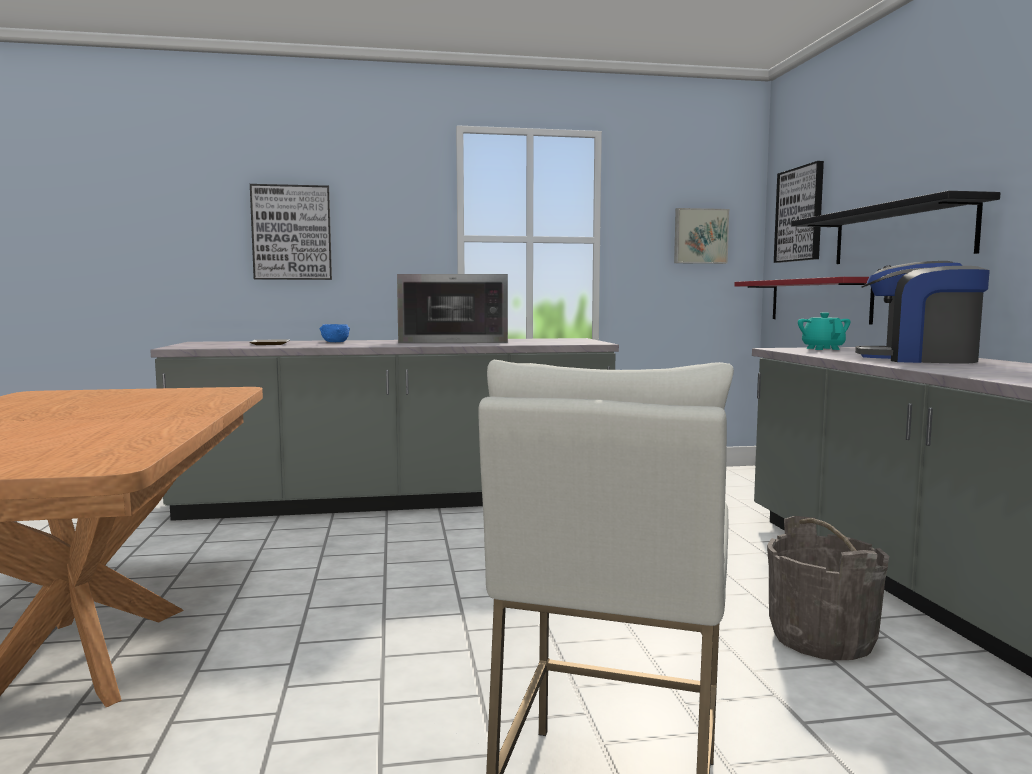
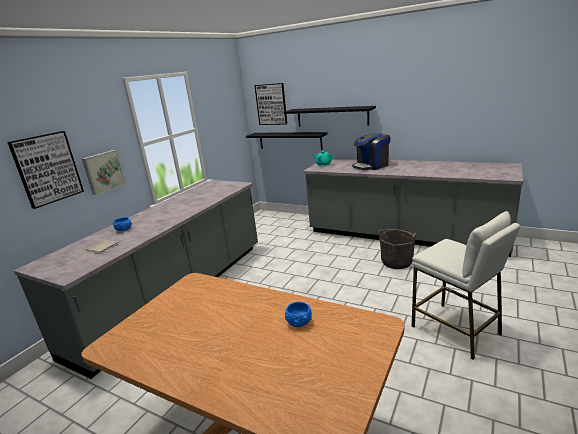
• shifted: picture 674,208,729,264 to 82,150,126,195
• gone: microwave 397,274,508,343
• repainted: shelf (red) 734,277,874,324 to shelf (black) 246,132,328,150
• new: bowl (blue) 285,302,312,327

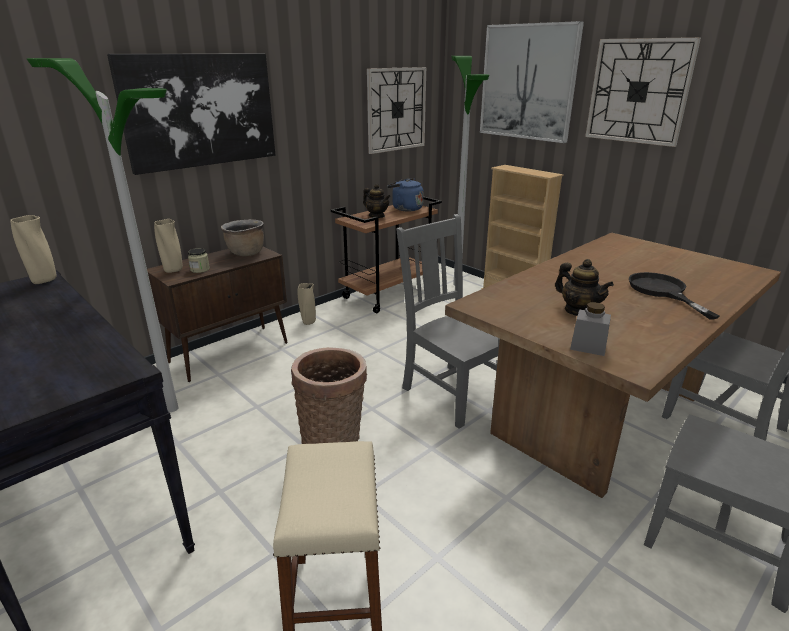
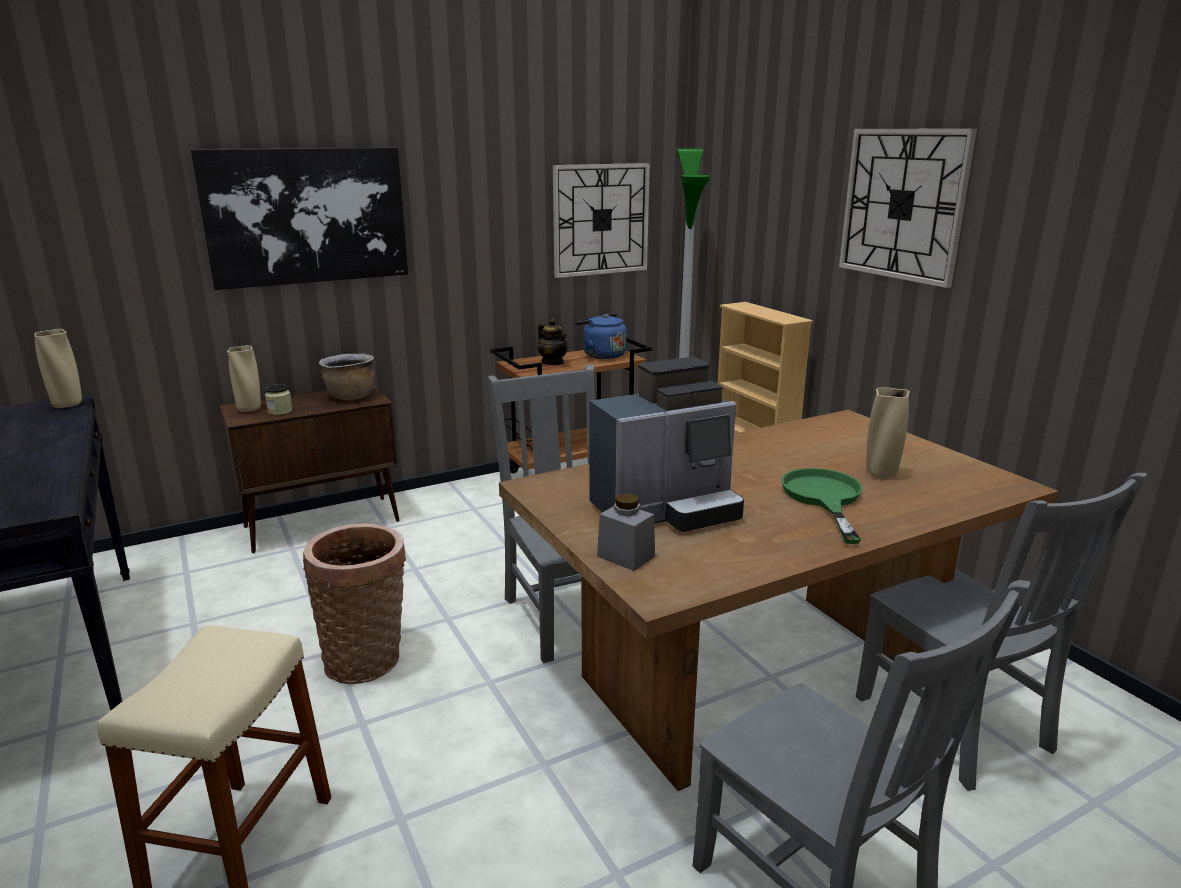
• gone: picture 480,21,584,143
• gone: floor lamp 27,58,178,412
• swapped: teapot 555,259,614,316 to coffee machine 589,357,744,532
• repainted: frying pan (black) 629,272,719,320 to frying pan (green) 781,468,863,544
• shifted: vase (beige) 298,283,316,325 to 866,387,910,479

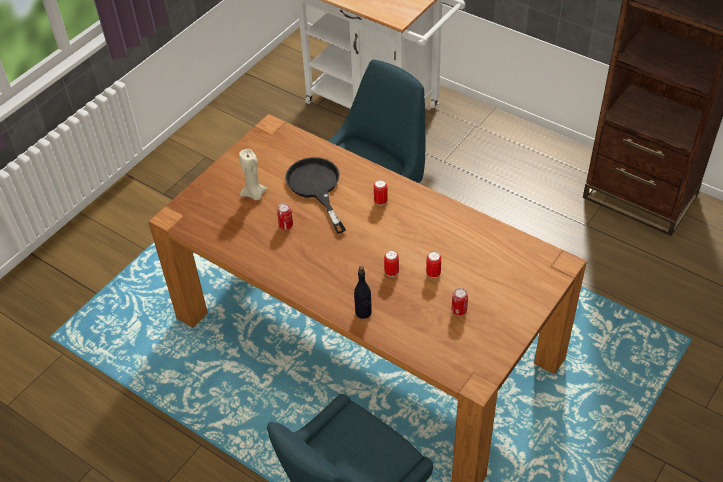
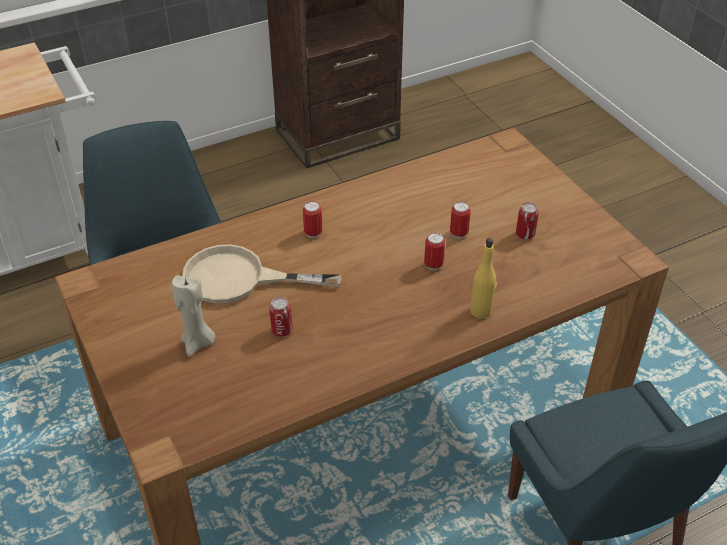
• repainted: frying pan (black) 285,157,346,234 to frying pan (beige) 182,244,341,303
• repainted: bottle (black) 354,266,372,319 to bottle (yellow) 470,238,497,319

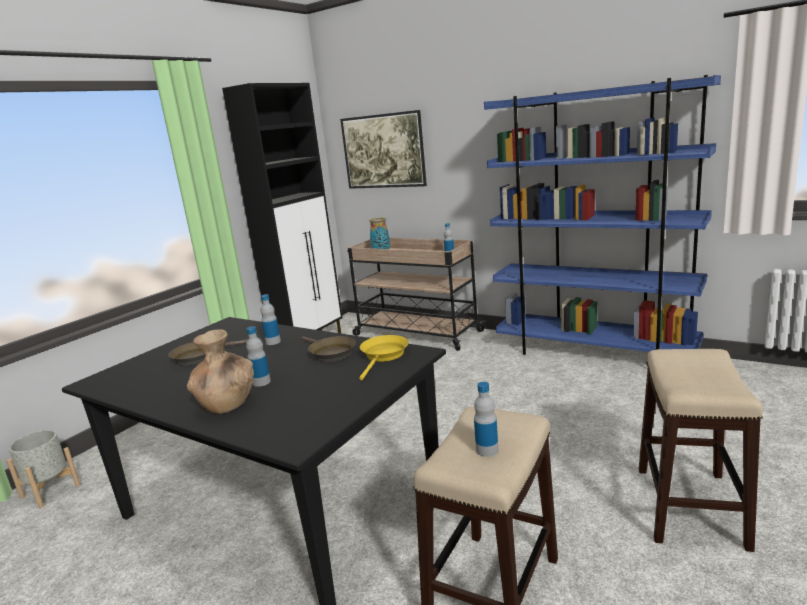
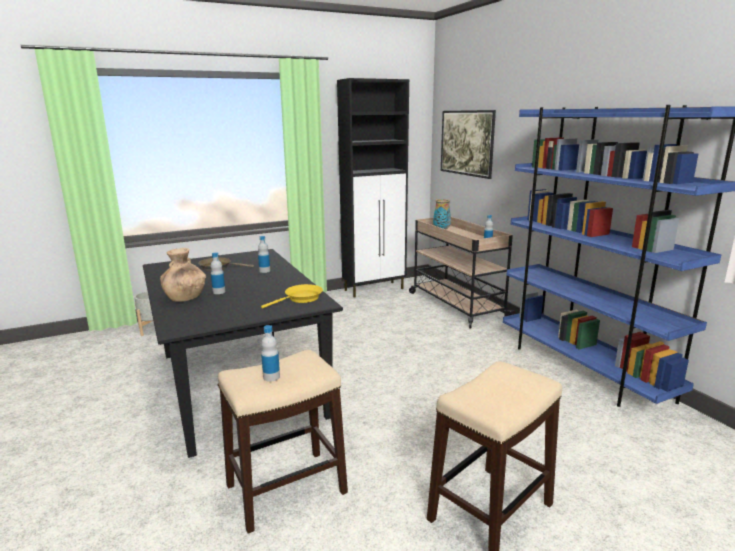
• gone: frying pan (brown) 302,336,356,362

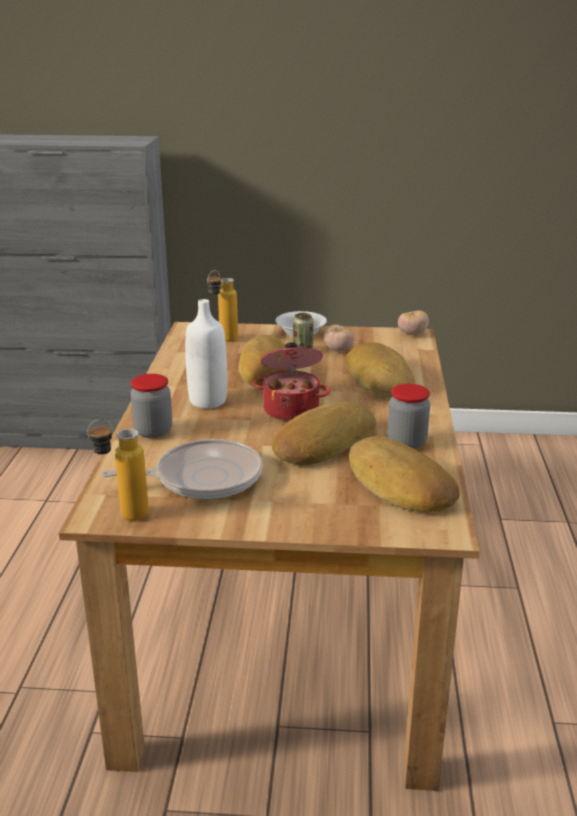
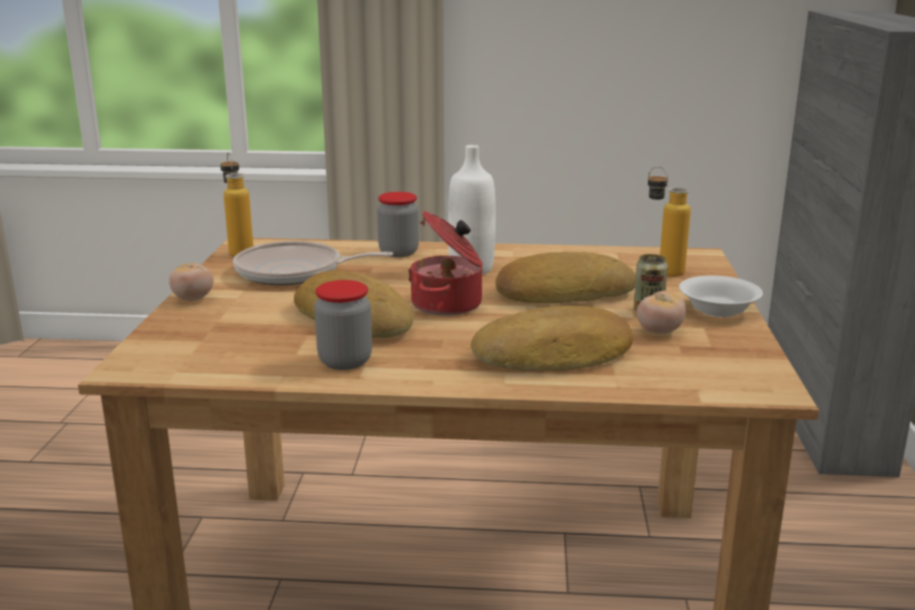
• shifted: tomato 398,310,429,335 to 169,263,214,301
• gone: bread 349,436,460,513
• rotated: frying pan 101,439,262,499 = 233,241,393,285 105 degrees clockwise

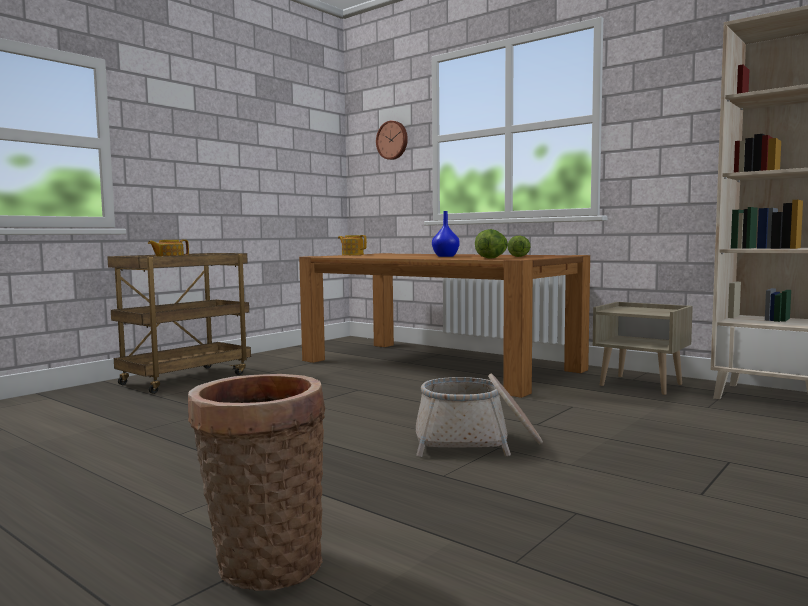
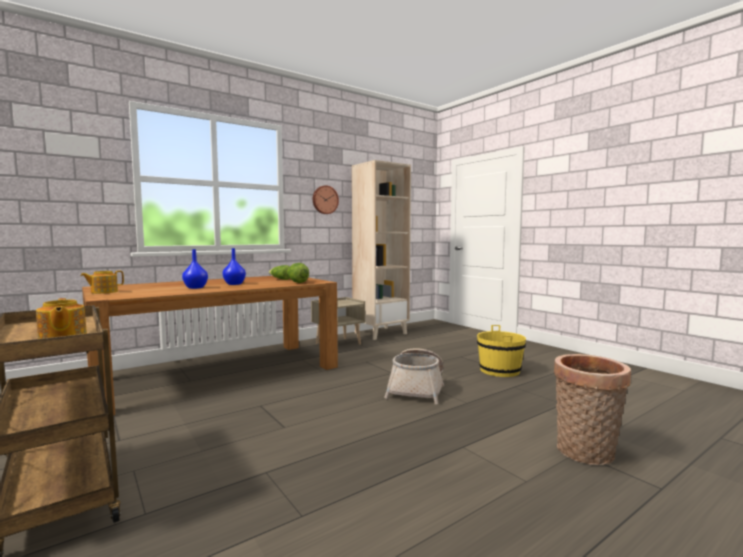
• shifted: wall clock 376,121,408,160 to 313,185,339,214
• new: vase (blue) 182,249,208,289
• new: bucket (yellow) 477,325,526,377

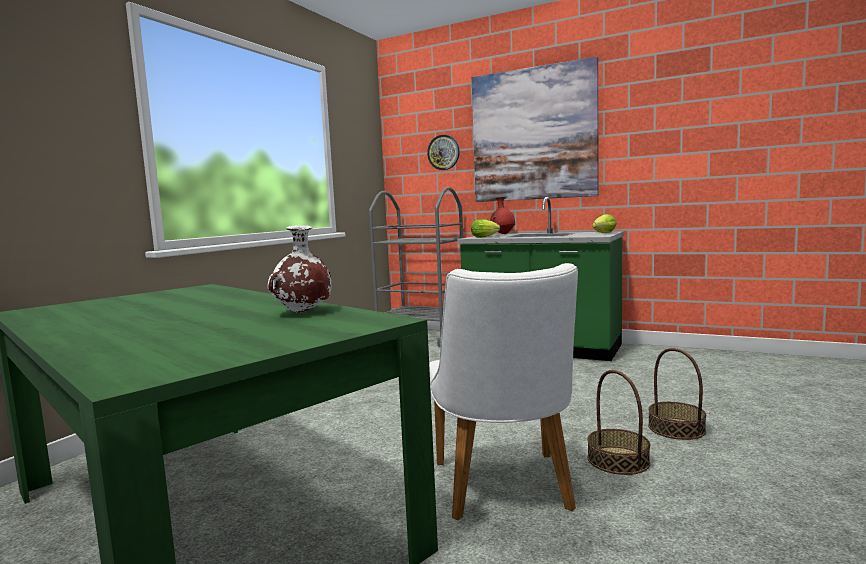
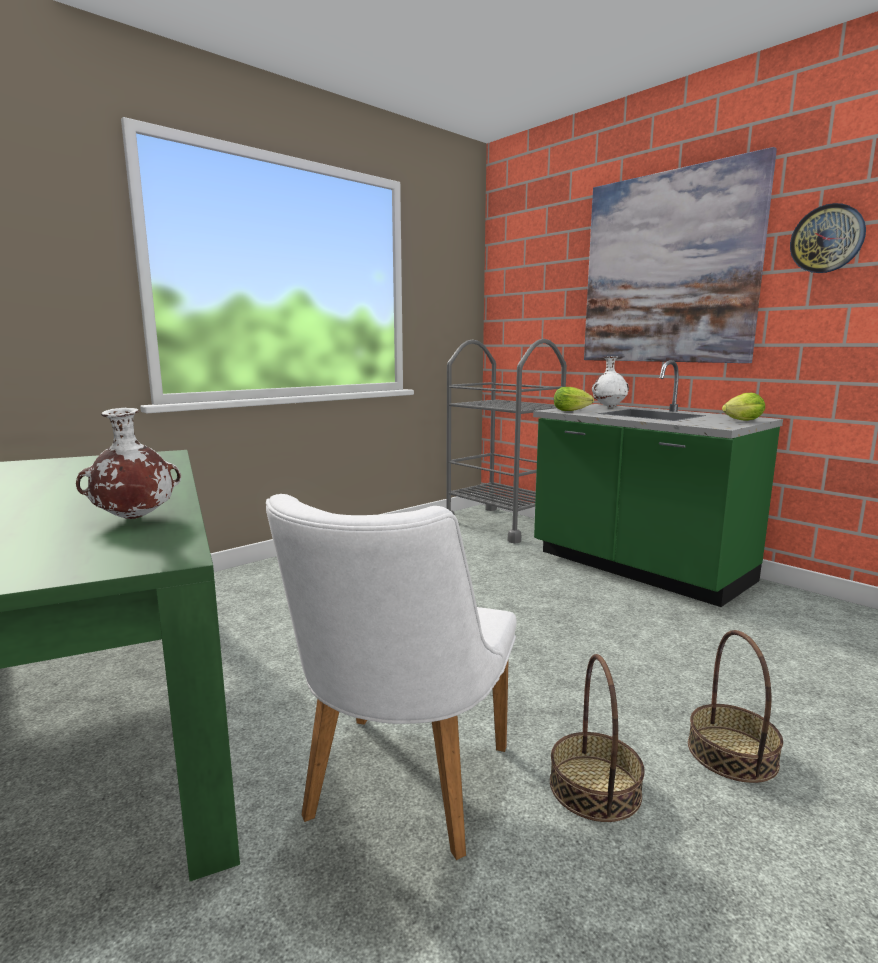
• shifted: wall clock 427,135,460,170 to 790,203,866,273
• repainted: vase (red) 490,197,515,234 to vase (white) 592,356,629,407

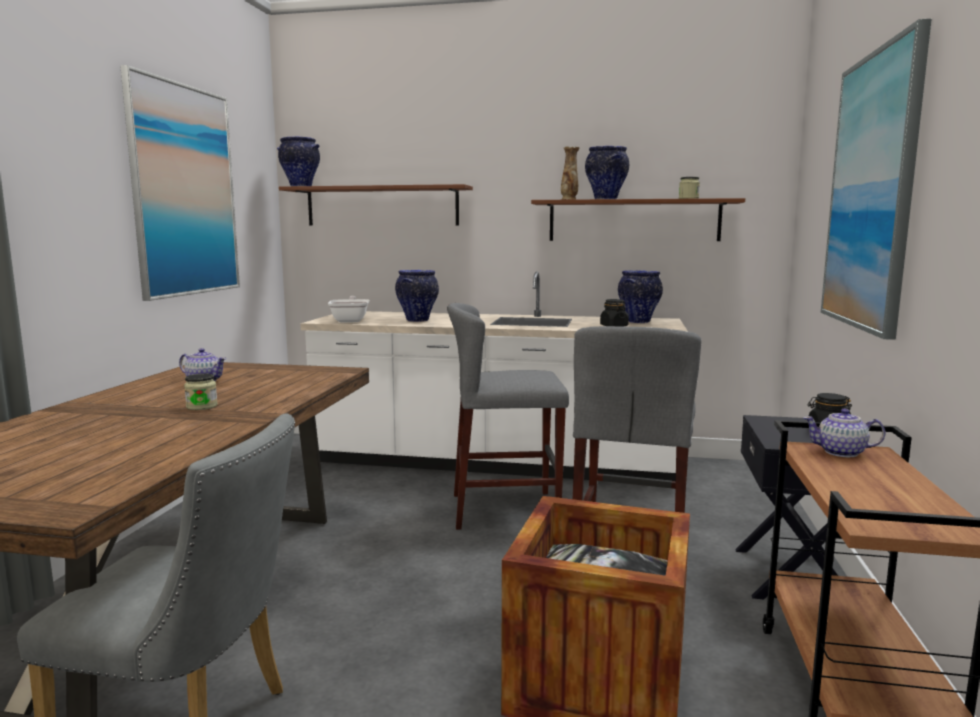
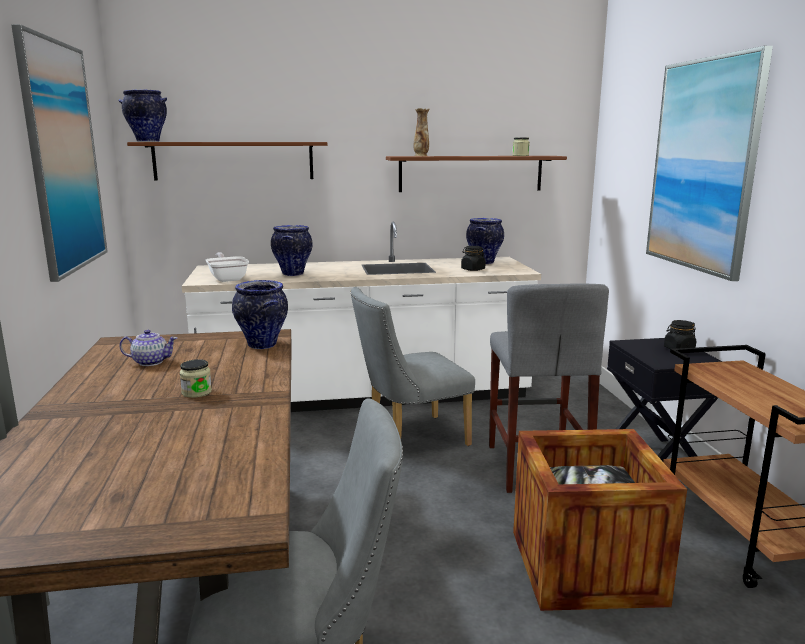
• shifted: vase 585,146,629,199 to 232,280,288,349
• swapped: stool (grey) 447,303,569,530 to chair (grey) 351,287,475,446
• gone: teapot 803,409,886,457

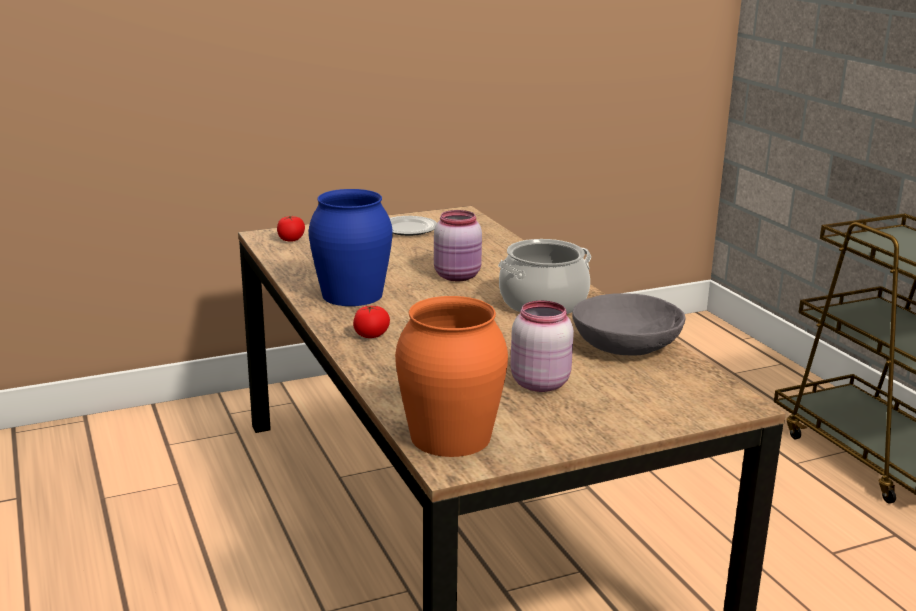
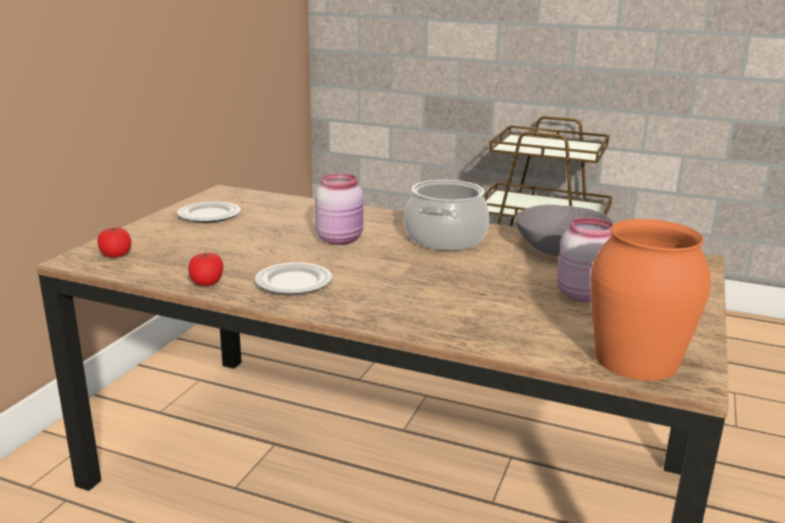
• swapped: vase (blue) 309,189,393,306 to plate 255,262,333,294
• shifted: tomato 353,305,390,338 to 188,252,223,286

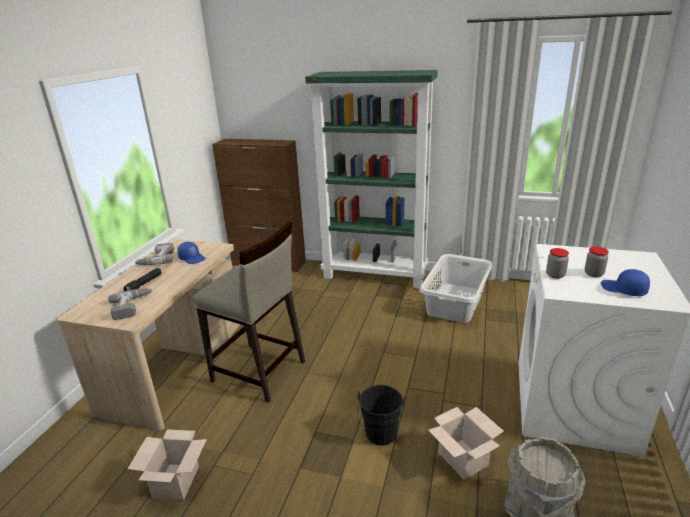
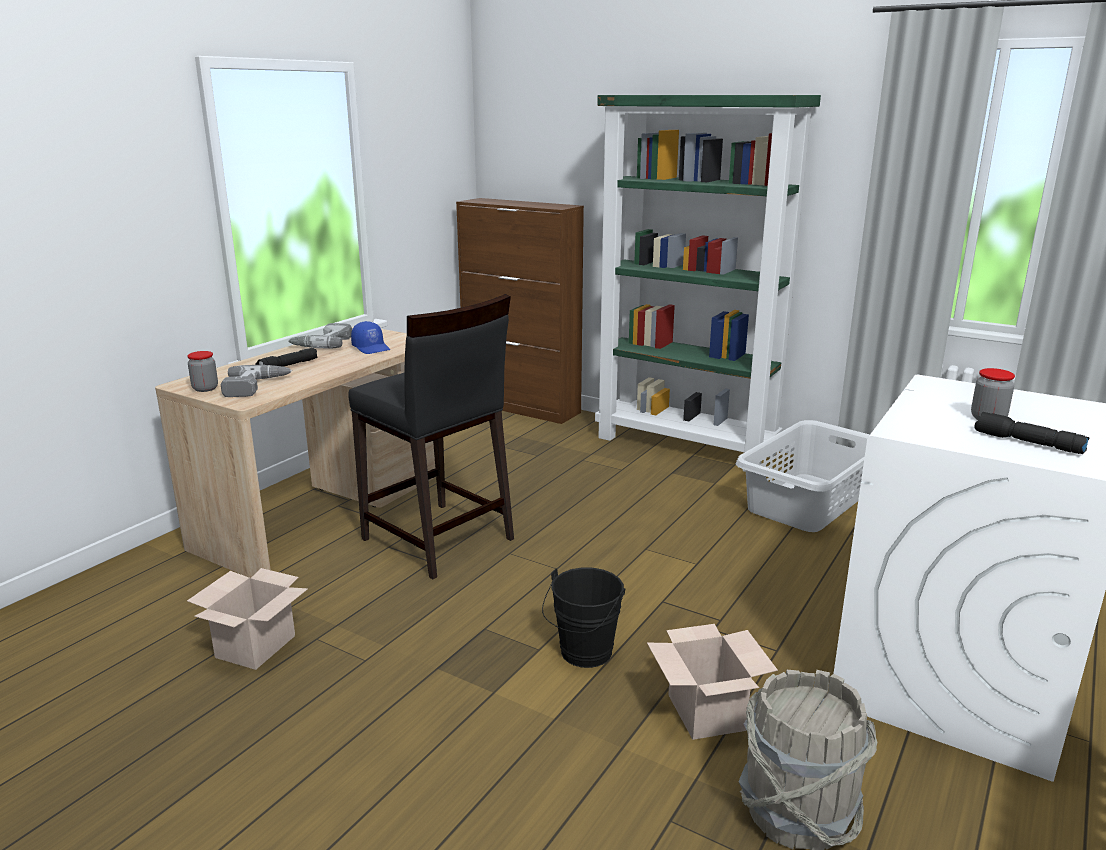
• repainted: stool (beige) 193,222,305,403 to stool (black) 348,294,514,579
• shifted: jar 546,248,569,279 to 187,351,218,392
• swapped: cap (blue) 601,269,650,296 to flashlight (black) 974,412,1089,454

